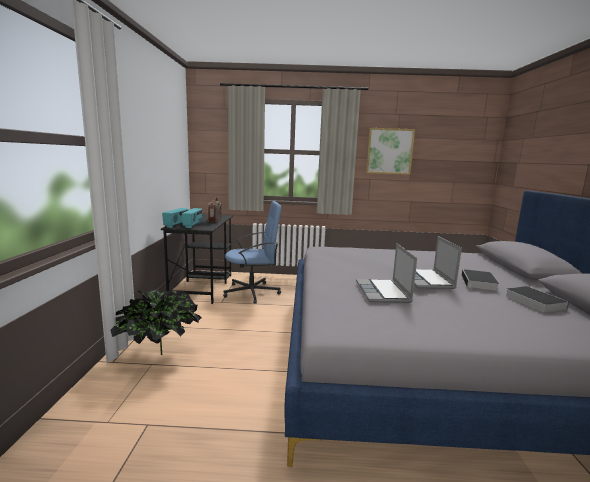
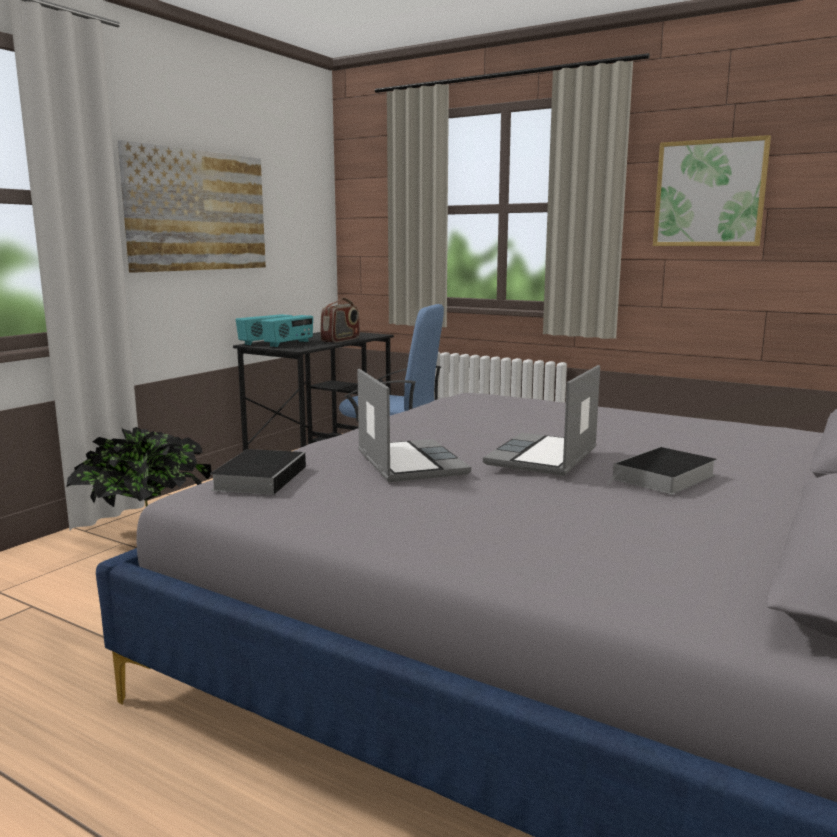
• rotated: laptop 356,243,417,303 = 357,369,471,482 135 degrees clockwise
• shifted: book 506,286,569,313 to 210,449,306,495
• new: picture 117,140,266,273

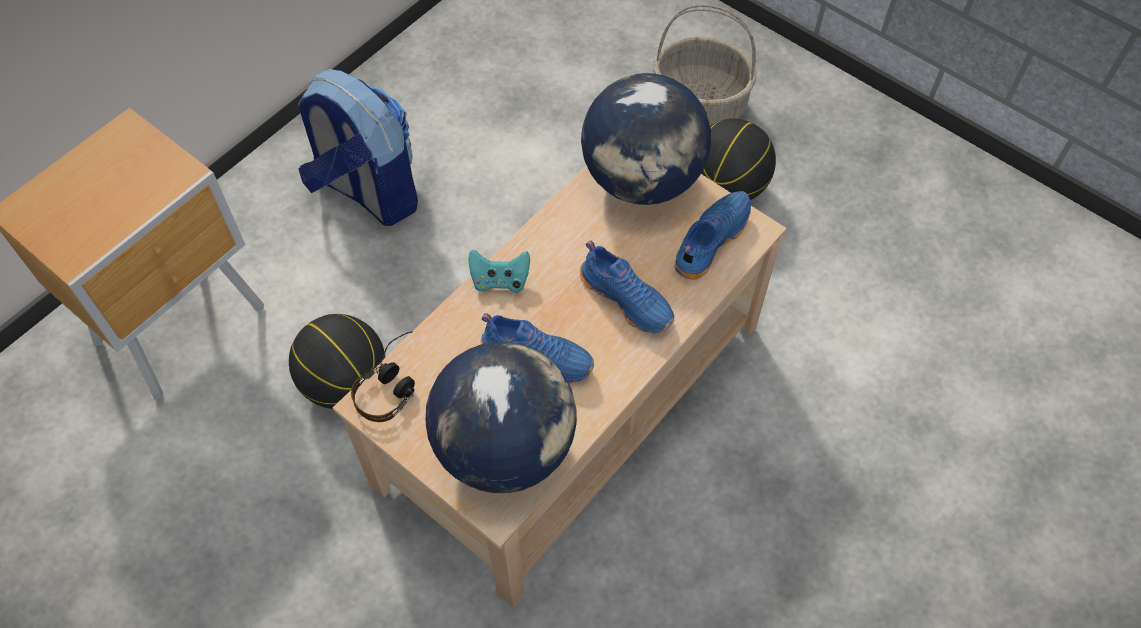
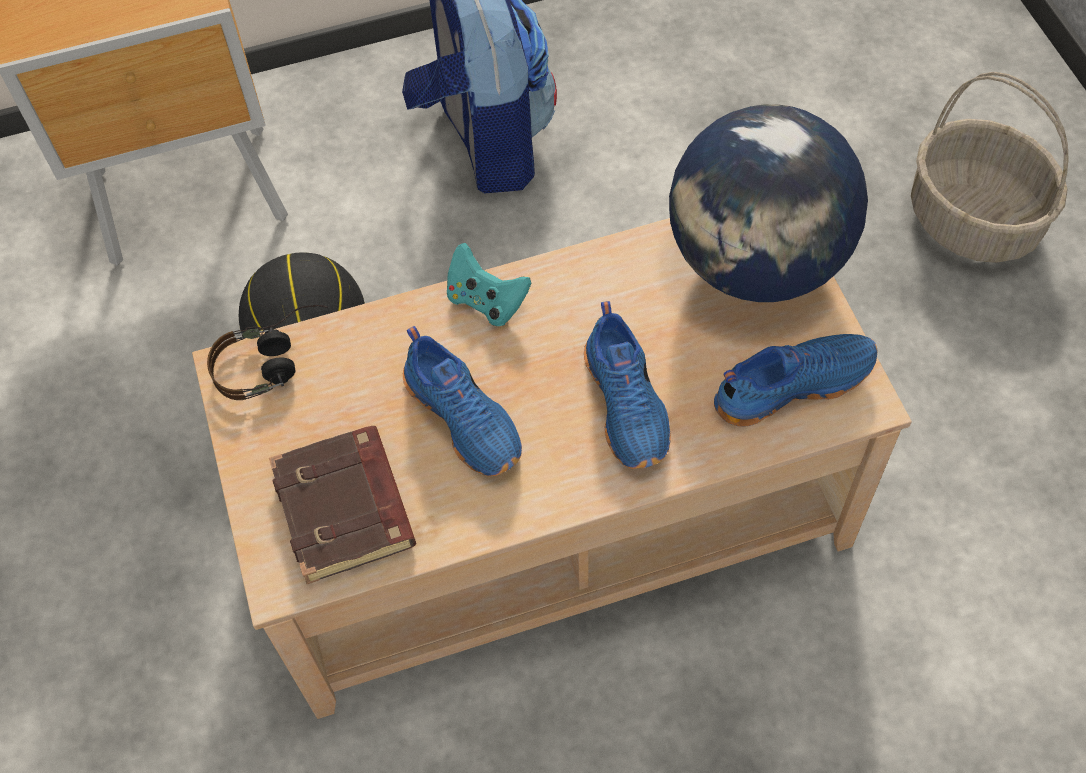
• gone: basketball 701,118,776,200
• swapped: globe 426,342,577,493 to book (brown) 269,426,416,584

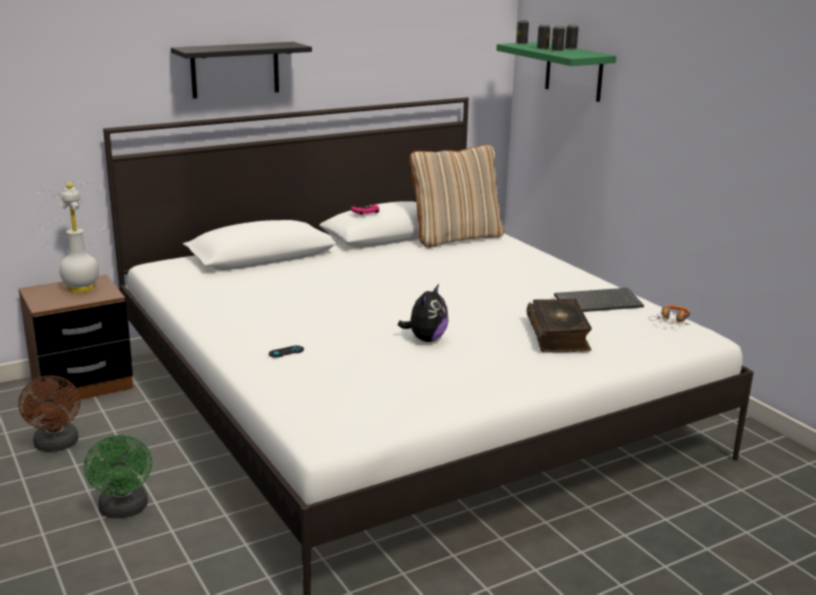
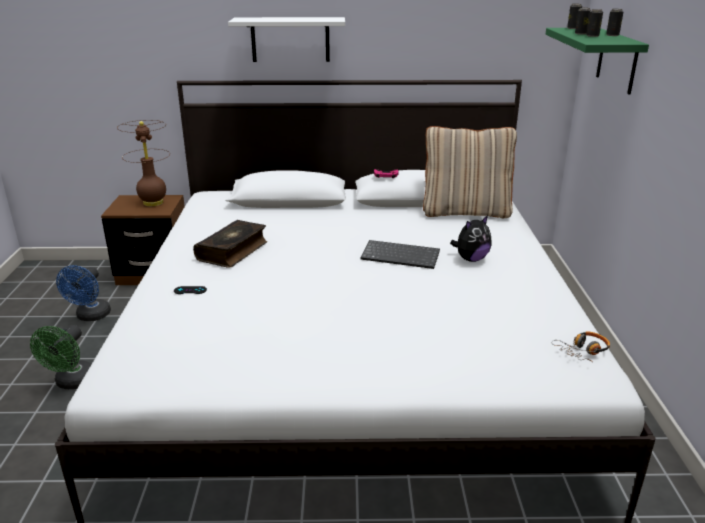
• repainted: shelf (black) 171,42,312,99 to shelf (white) 228,17,345,62
• repainted: table lamp (white) 37,181,106,293 to table lamp (brown) 119,120,170,206
• shifted: plush toy 398,284,448,342 to 450,215,492,262
• shifted: keyboard 554,288,644,312 to 360,240,440,269
• shifted: book 527,299,592,353 to 193,220,268,268
• repainted: fan (brown) 18,376,81,452 to fan (blue) 56,265,111,321

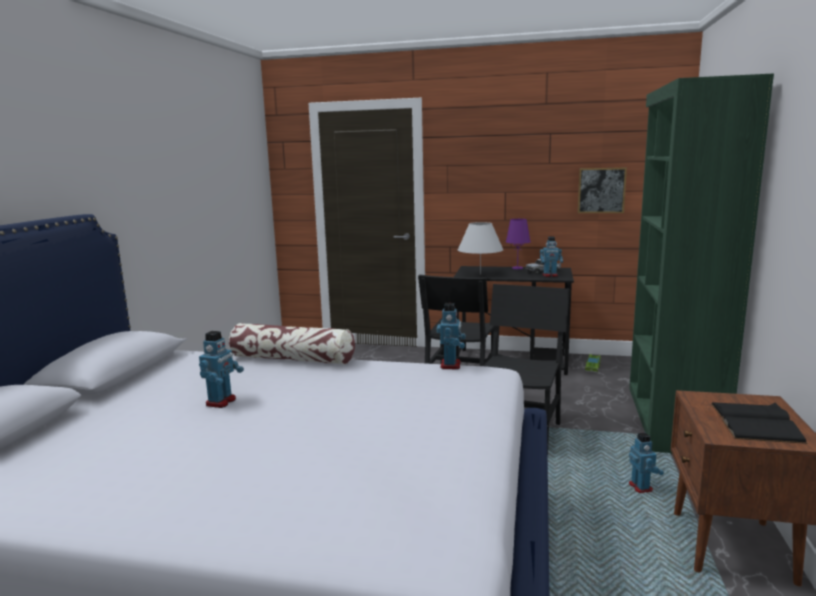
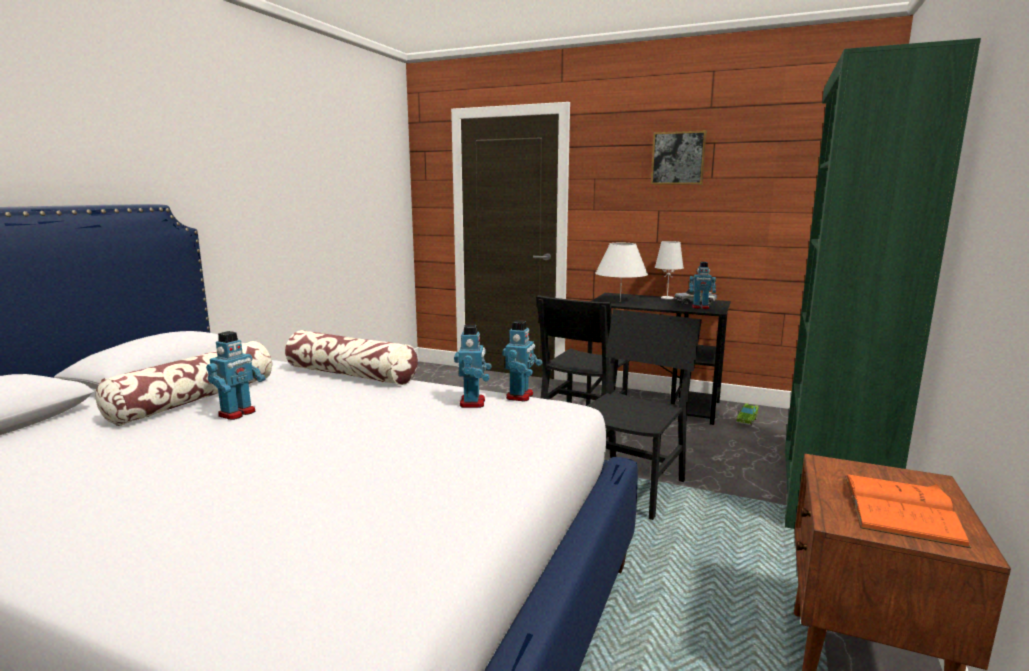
• shifted: picture 578,168,627,213 to 651,131,706,185
• repainted: table lamp (purple) 506,219,531,269 to table lamp (white) 655,241,684,299
• repainted: book (black) 711,402,808,444 to book (orange) 845,474,971,548
• shifted: toy robot 629,433,664,493 to 454,325,492,408
• new: pillow 95,341,272,426

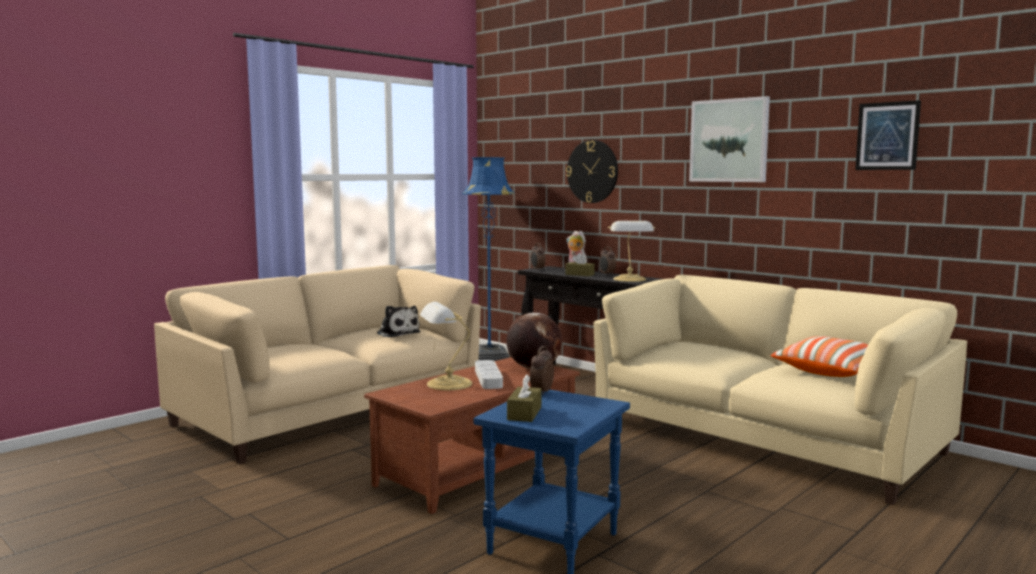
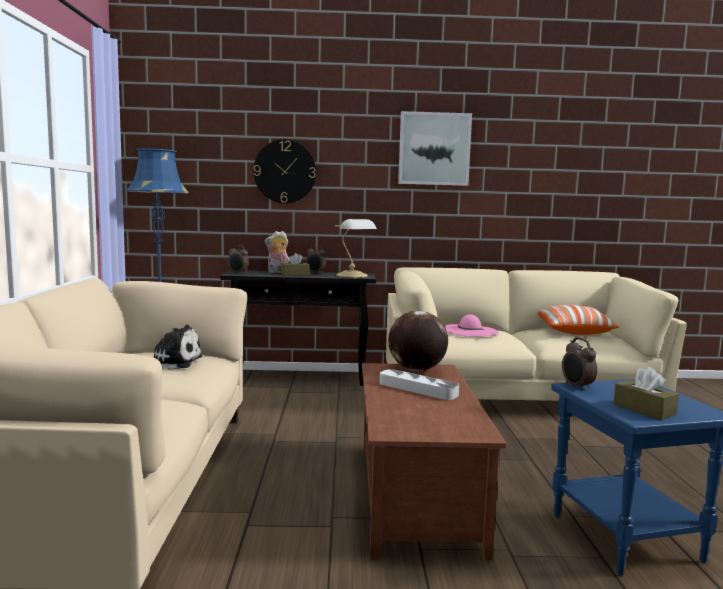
• gone: picture 855,100,921,170
• gone: table lamp 420,302,472,390
• new: hat (pink) 445,314,499,337

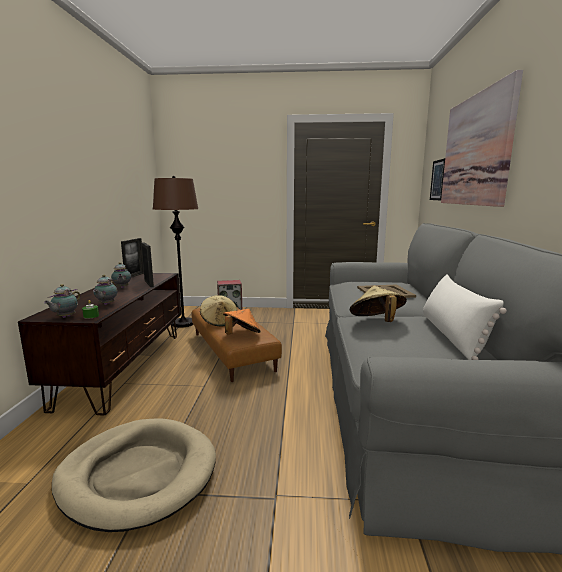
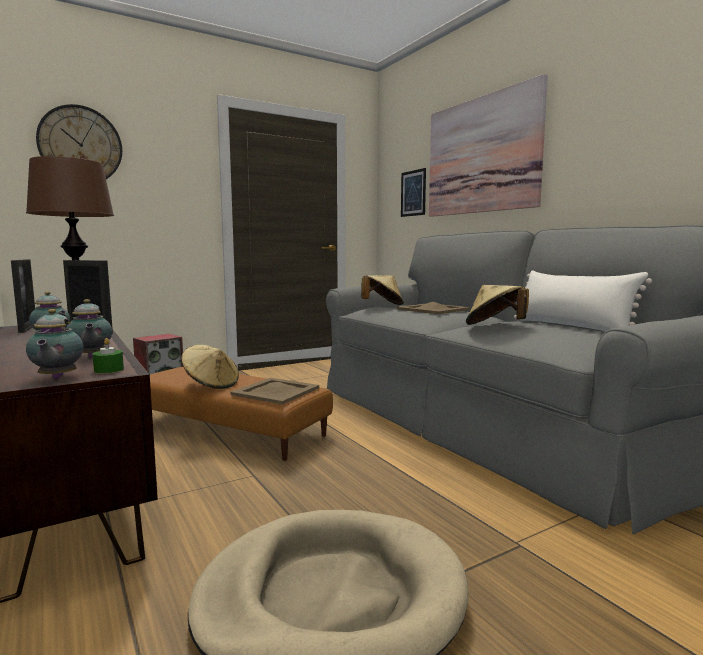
• swapped: hat (orange) 223,309,261,335 to tray (beige) 231,378,319,405
• new: wall clock 36,104,122,179
• new: hat (beige) 361,275,404,305

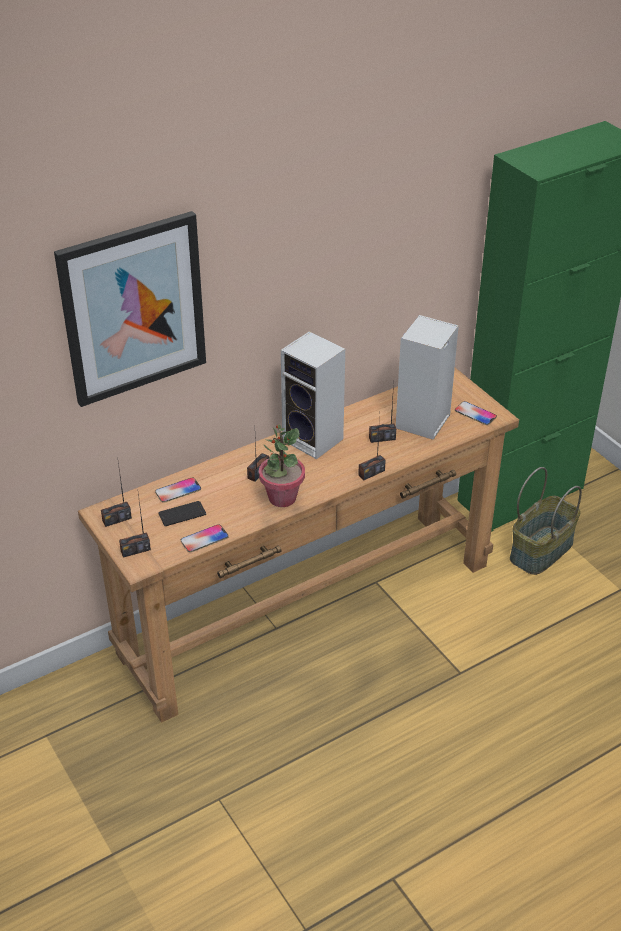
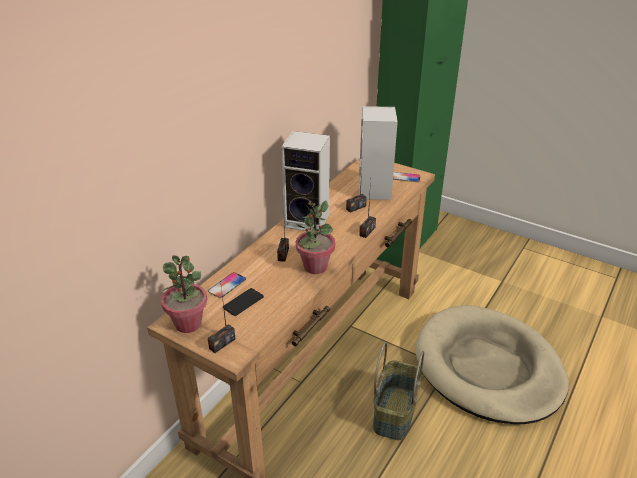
• gone: picture 54,211,206,407
• swapped: radio 101,463,132,527 to potted plant 161,255,207,333
• shifted: basket 510,467,582,575 to 373,342,424,440
• gone: phone 181,524,228,552
• new: dog bed (beige) 416,305,569,424

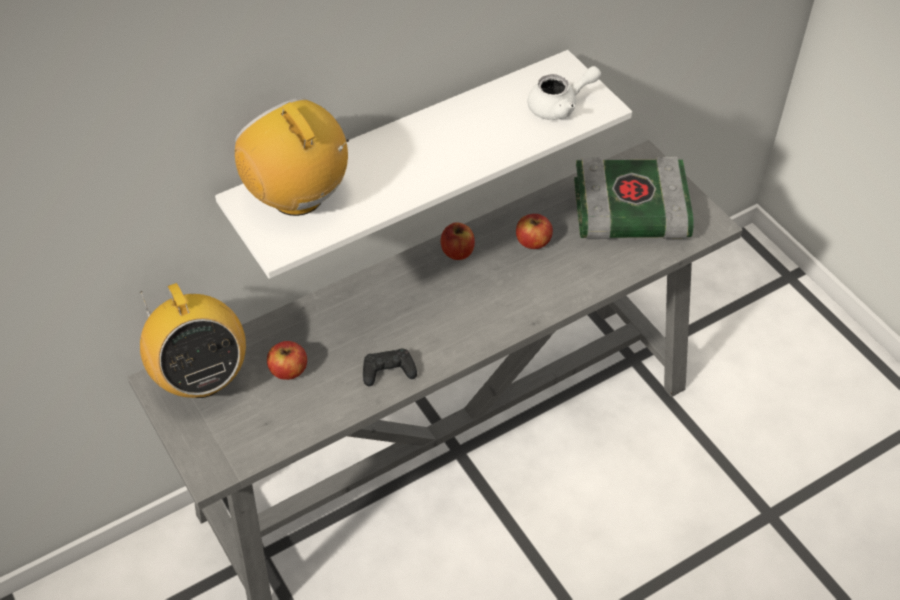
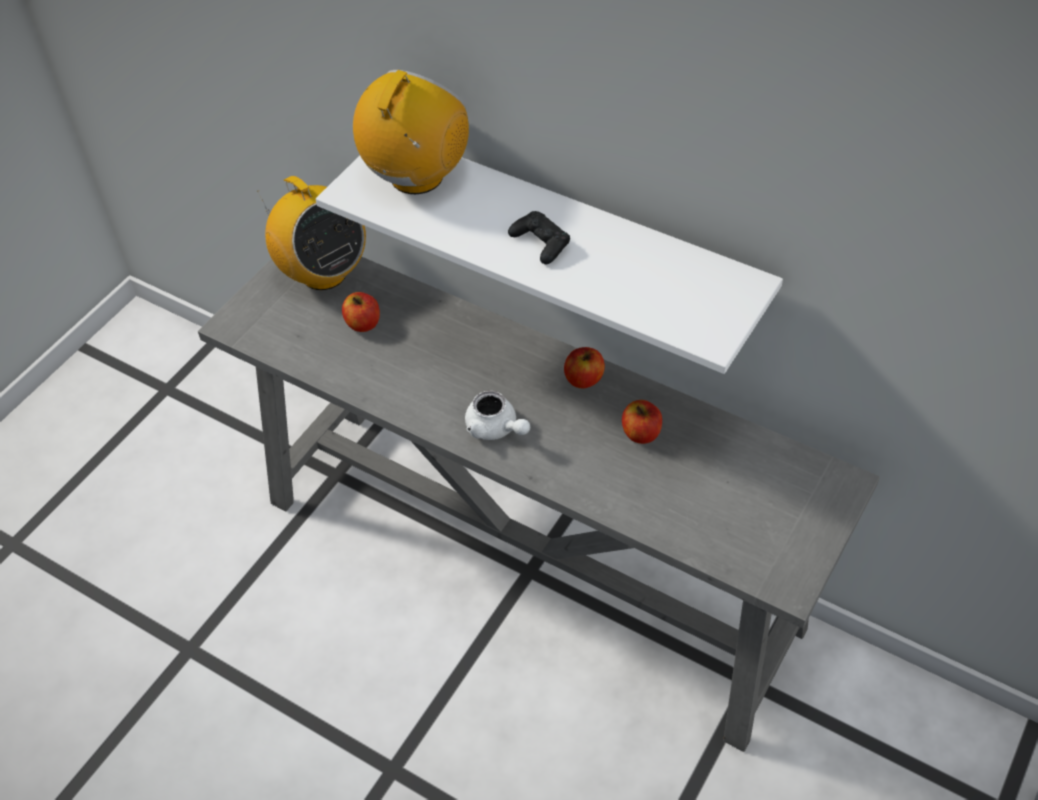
• shifted: teapot (white) 528,66,601,120 to 465,391,530,440
• gone: book 574,157,694,239
• rotated: radio 140,283,246,398 = 257,176,366,290 75 degrees counterclockwise
• shifted: game controller (black) 363,349,417,386 to 508,211,570,264

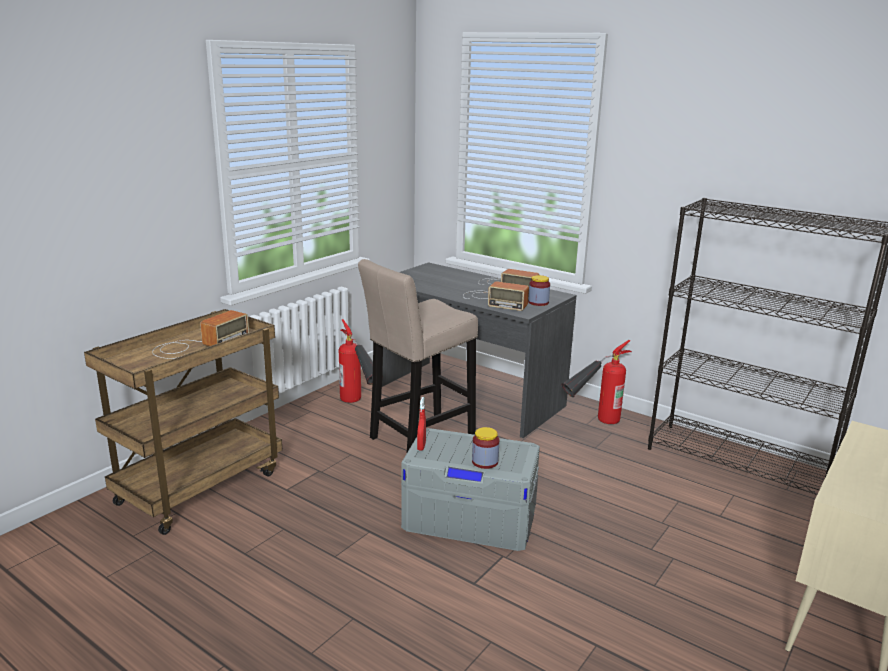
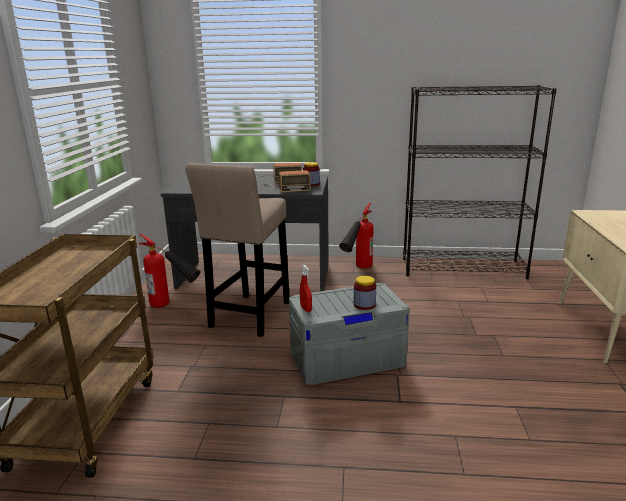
• gone: radio 152,310,249,359

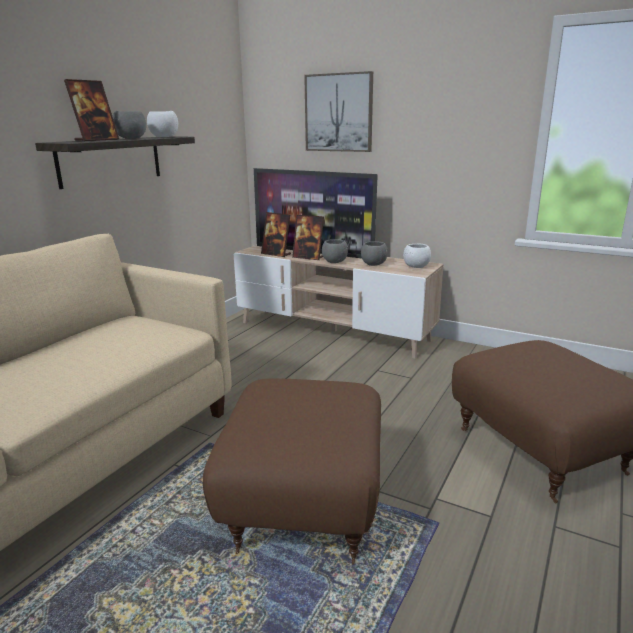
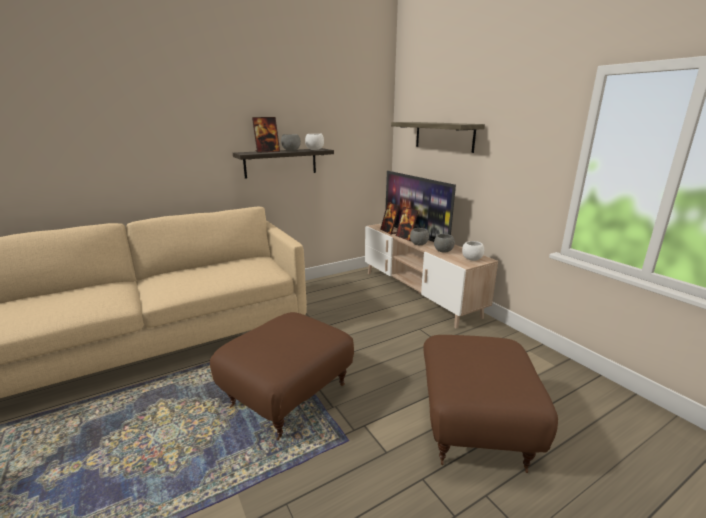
• swapped: picture 304,71,373,152 to shelf 391,122,485,153

